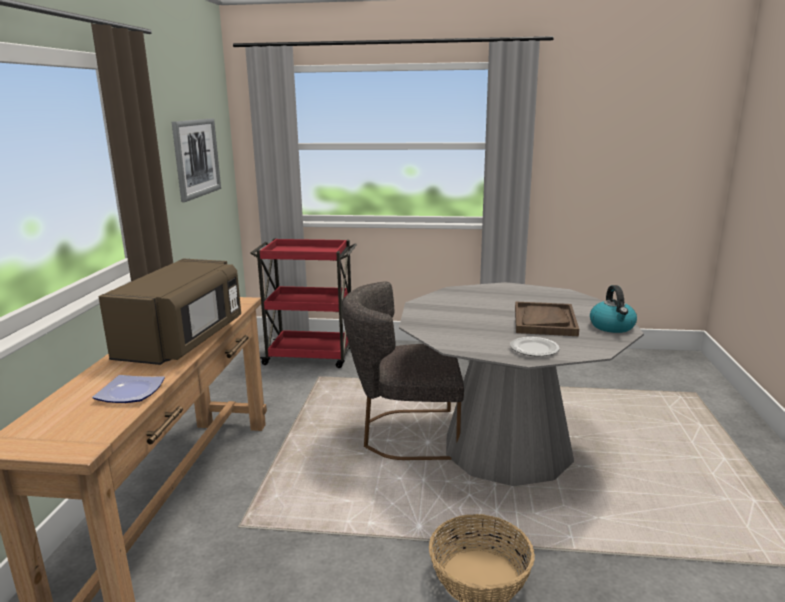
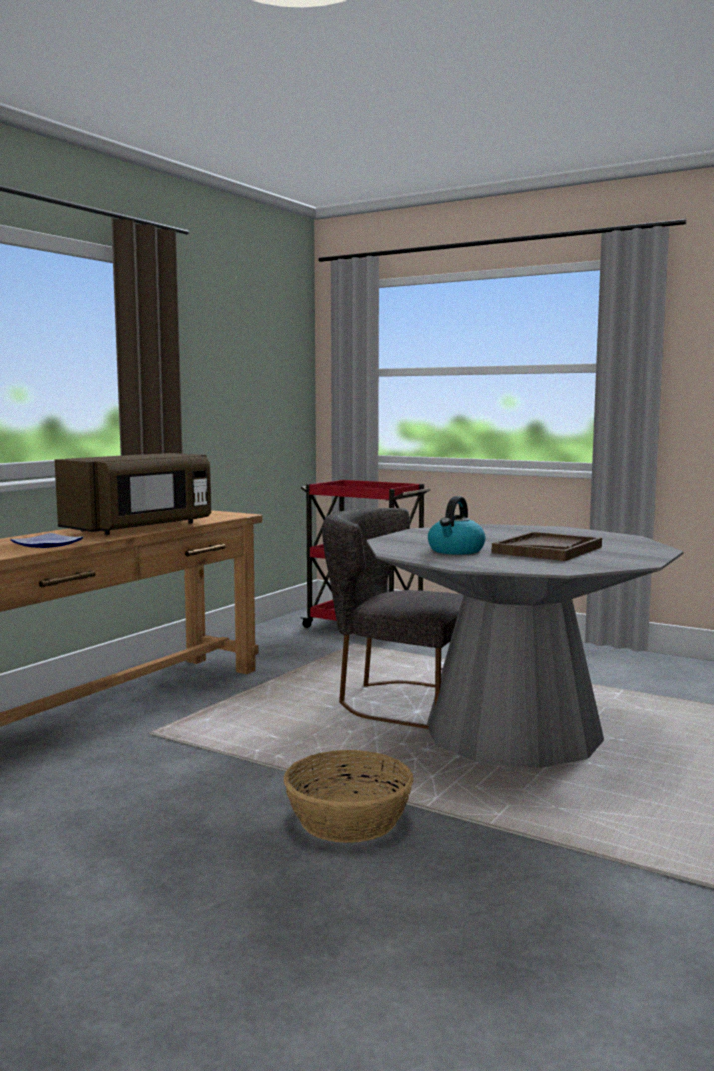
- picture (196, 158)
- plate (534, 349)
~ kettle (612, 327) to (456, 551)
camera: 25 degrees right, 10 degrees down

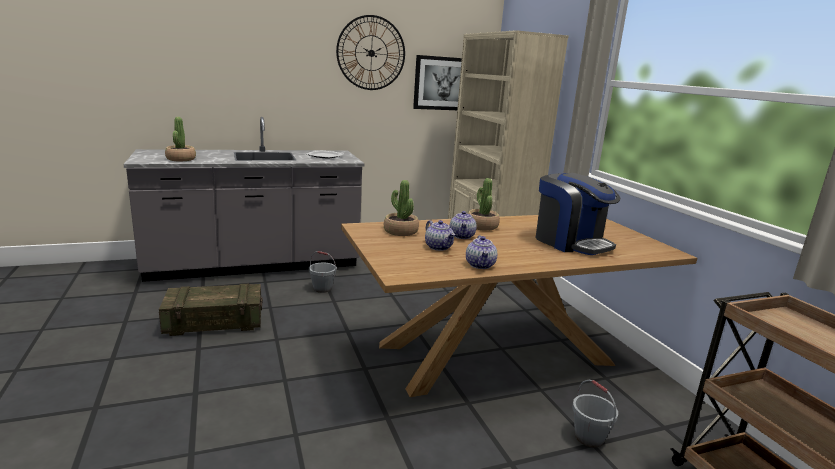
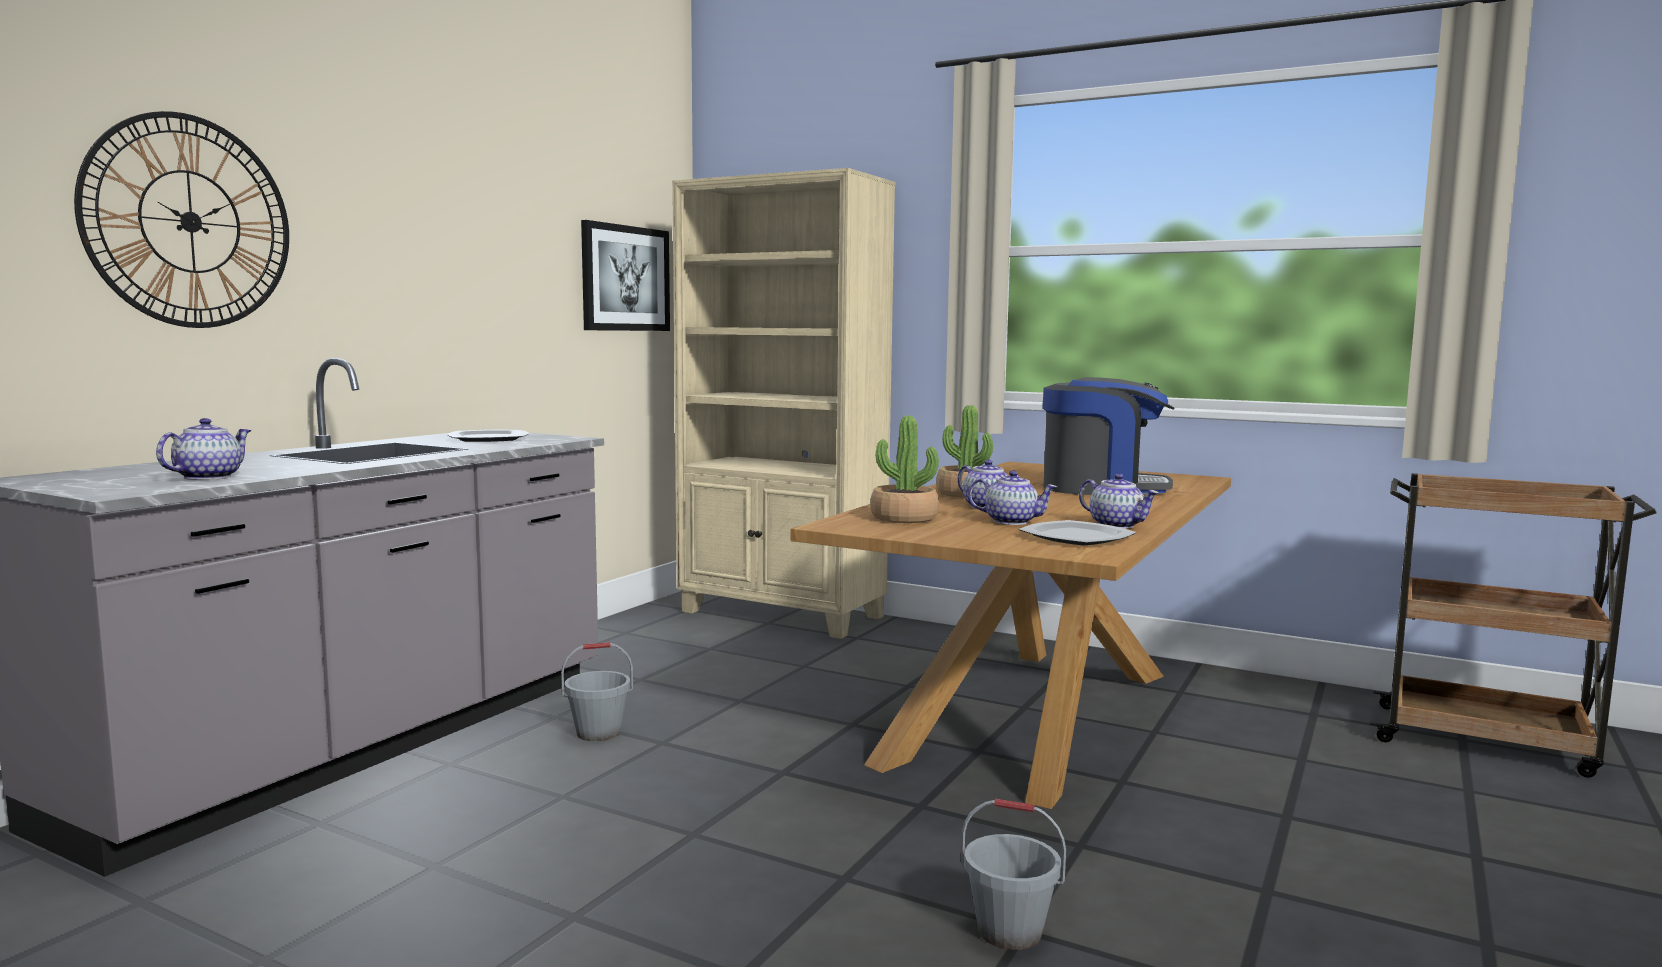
- crate (214, 323)
~ potted plant (181, 159) to teapot (208, 477)
~ wall clock (371, 53) to (190, 222)
~ grey bucket (588, 437) to (1009, 932)
+ plate (1078, 537)
camera: 40 degrees left, 10 degrees down

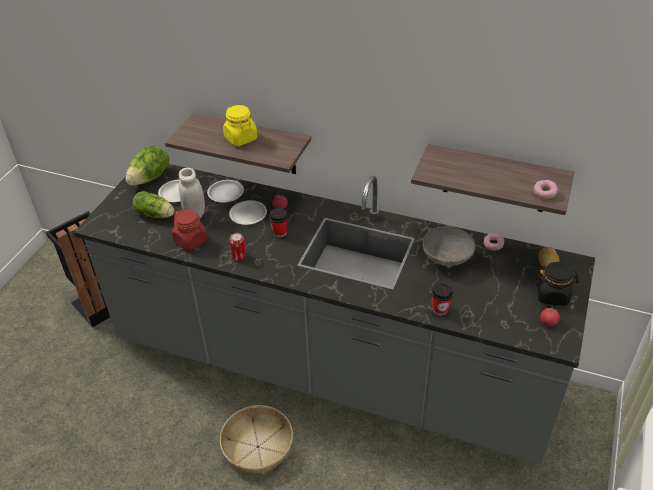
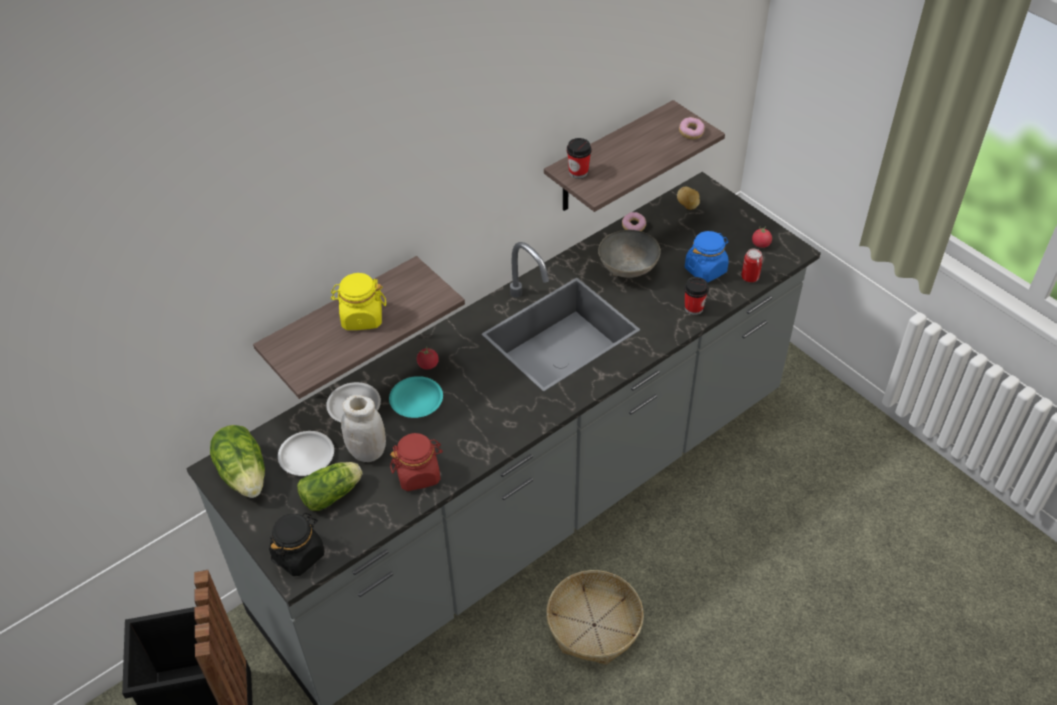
~ white plate (248, 215) to turquoise plate (416, 400)
~ can (239, 256) to (750, 277)
~ cup (280, 232) to (578, 172)
~ black jar (552, 295) to (299, 555)
+ blue jar (705, 270)
camera: 60 degrees left, 5 degrees up

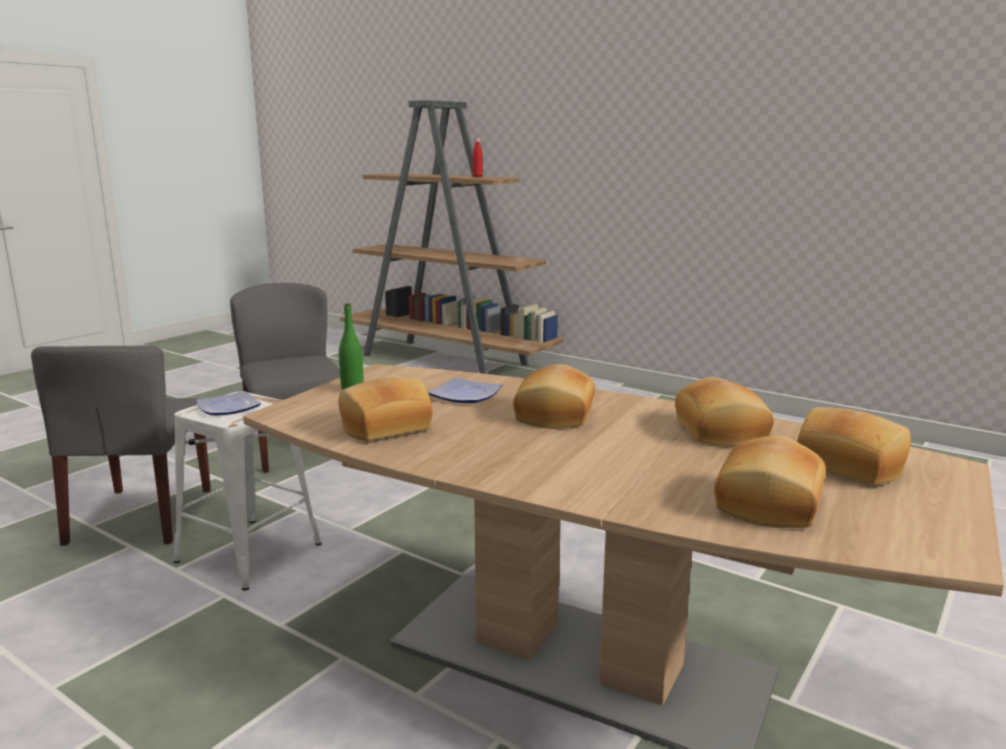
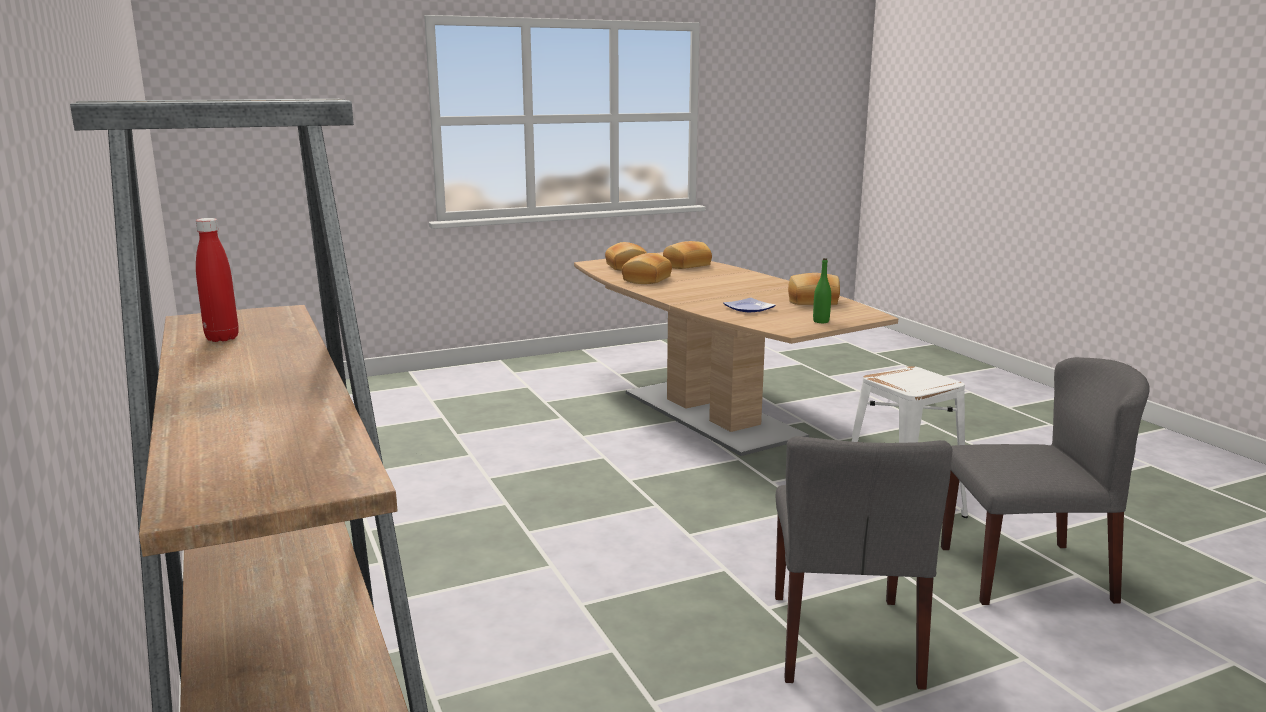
~ grey chair (141, 516) = (1026, 573) 60 degrees clockwise
- plate (230, 408)
- bread (556, 415)
camera: 150 degrees left, 0 degrees up

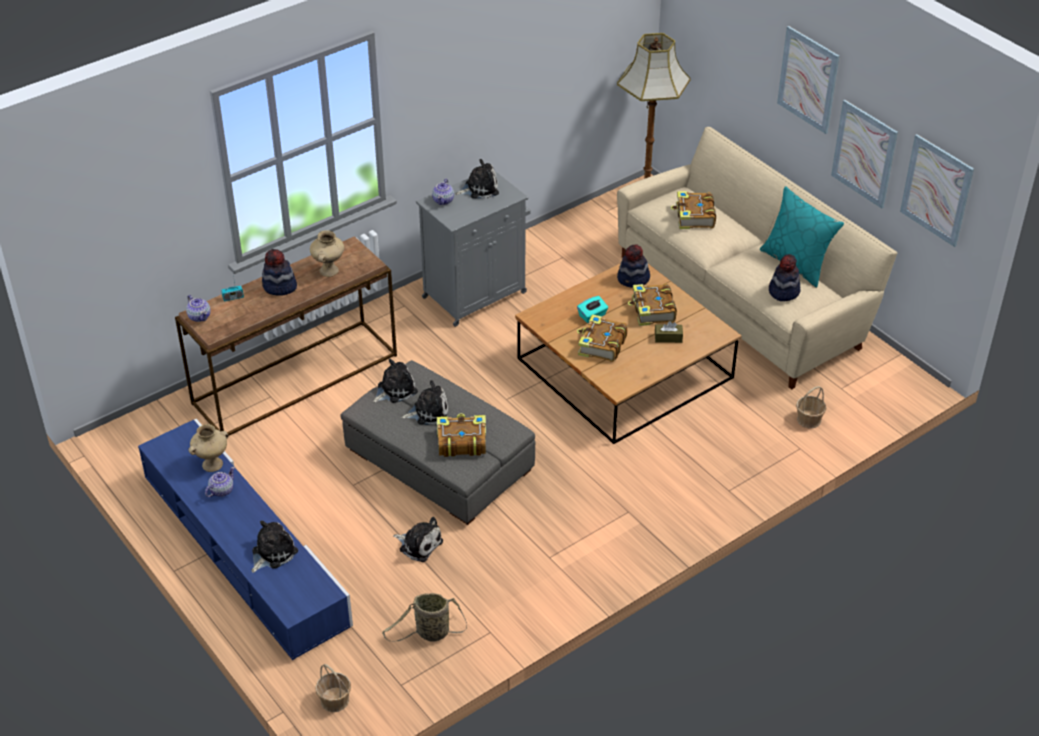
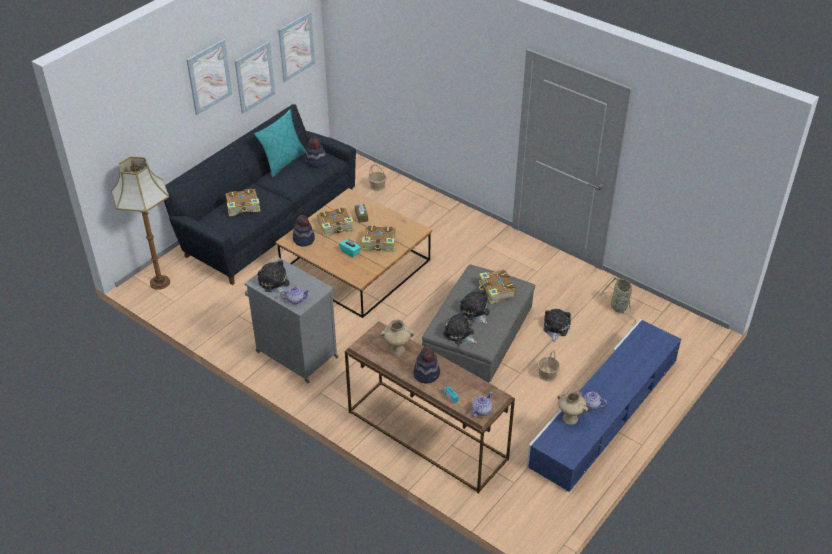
- plush toy (272, 553)
~ basket (335, 700) to (547, 374)
~ beige sofa (743, 299) to black sofa (267, 223)
camera: 105 degrees left, 0 degrees up

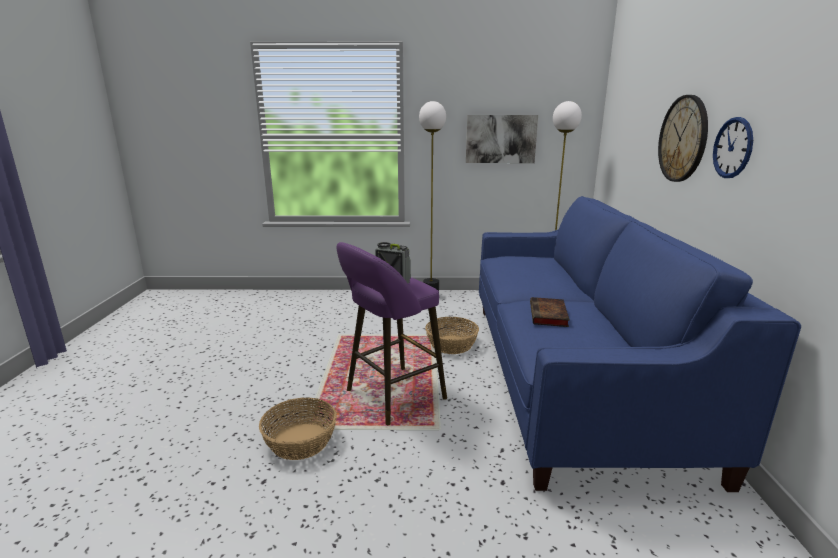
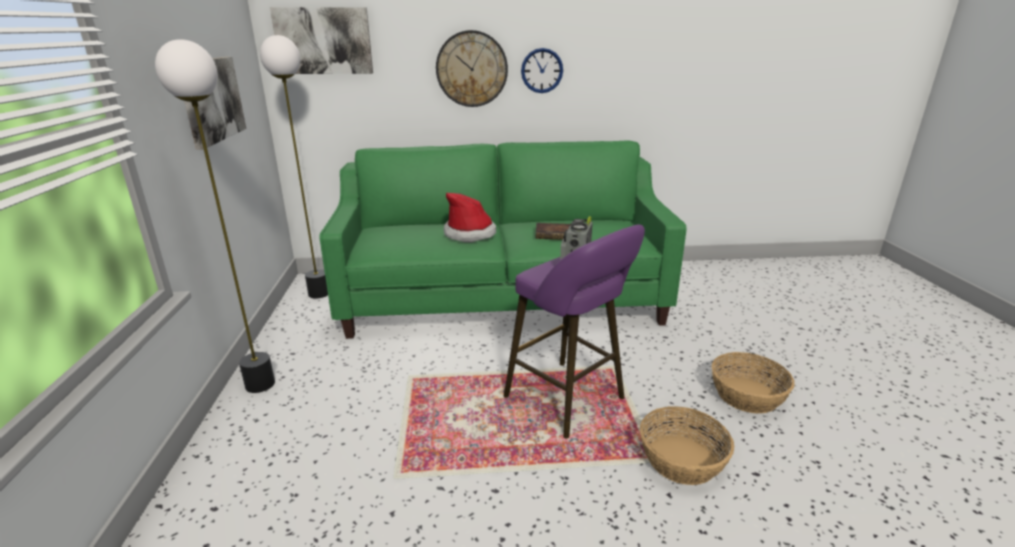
~ basket (452, 345) to (747, 395)
~ blue sofa (570, 374) to green sofa (501, 298)
+ picture (323, 41)
+ hat (470, 233)
camera: 95 degrees left, 5 degrees up

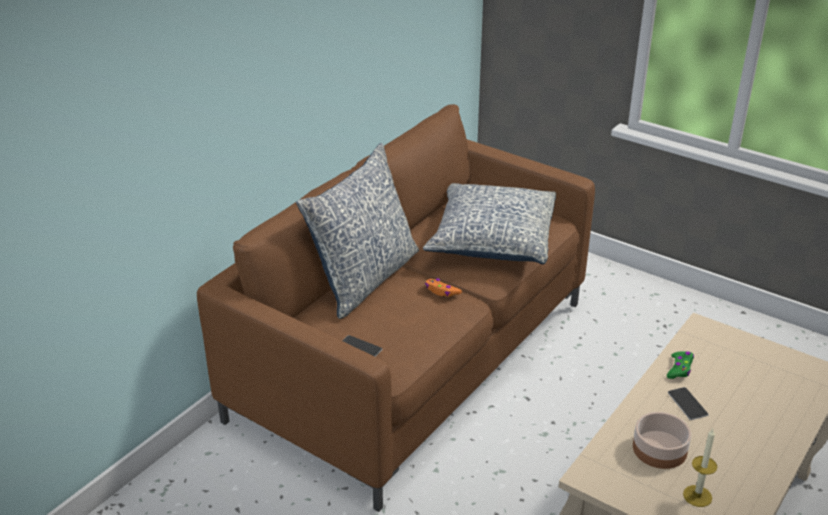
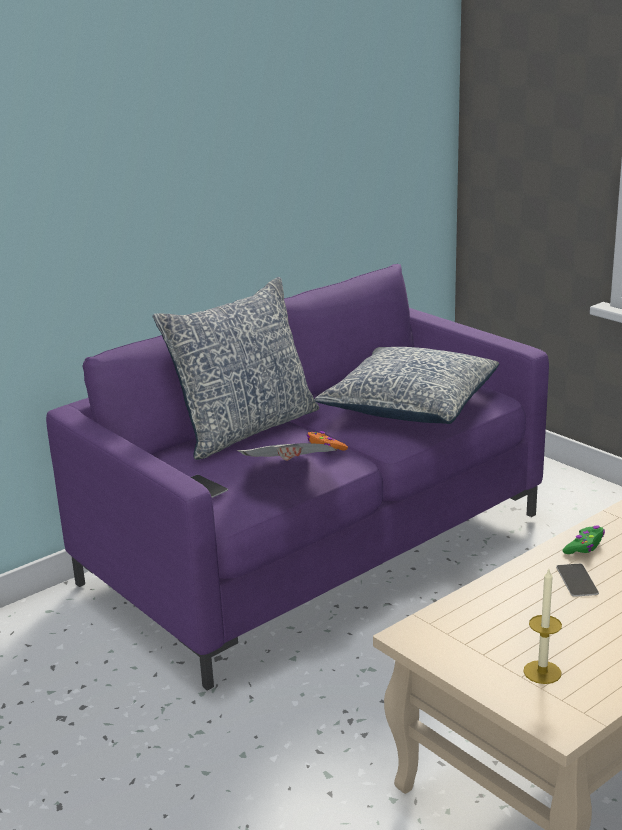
~ brown sofa (412, 362) to purple sofa (314, 552)
- bowl (660, 450)
+ newspaper (288, 475)
camera: 15 degrees right, 10 degrees down

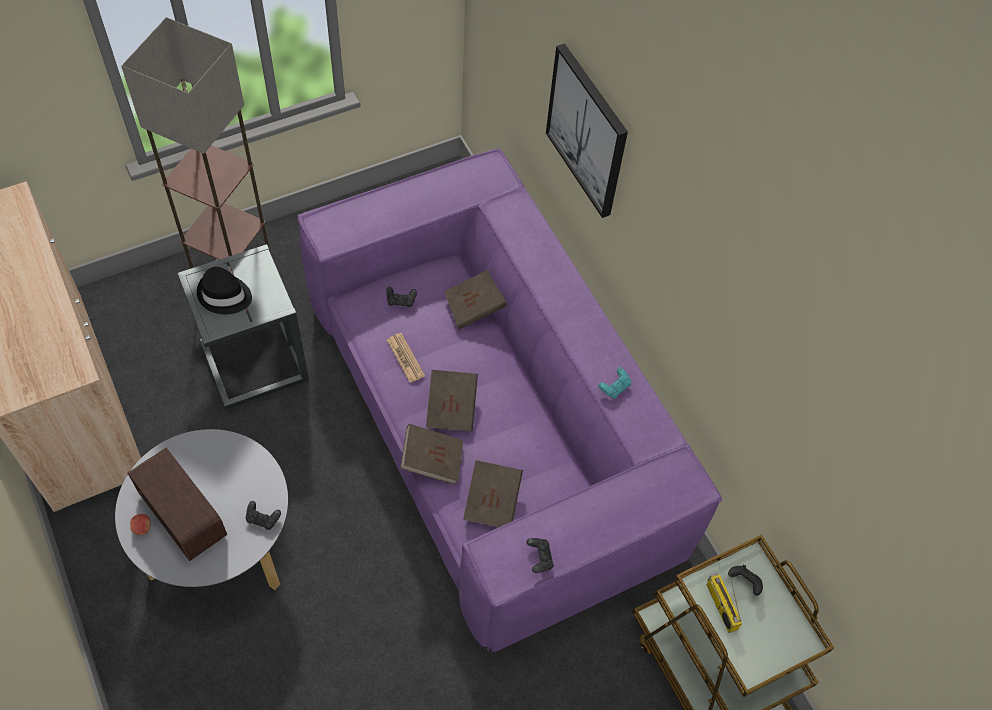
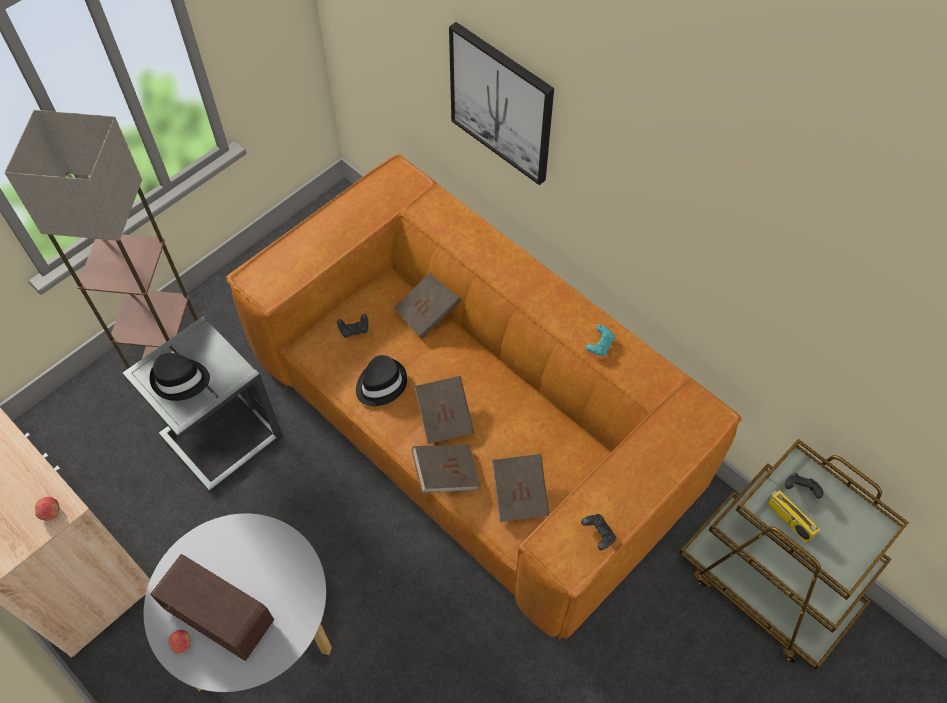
- black game controller (263, 519)
~ purple sofa (490, 424) to brown sofa (473, 421)
~ newspaper (405, 358) to black hat (380, 383)
+ apple (51, 512)
camera: 15 degrees left, 0 degrees up

